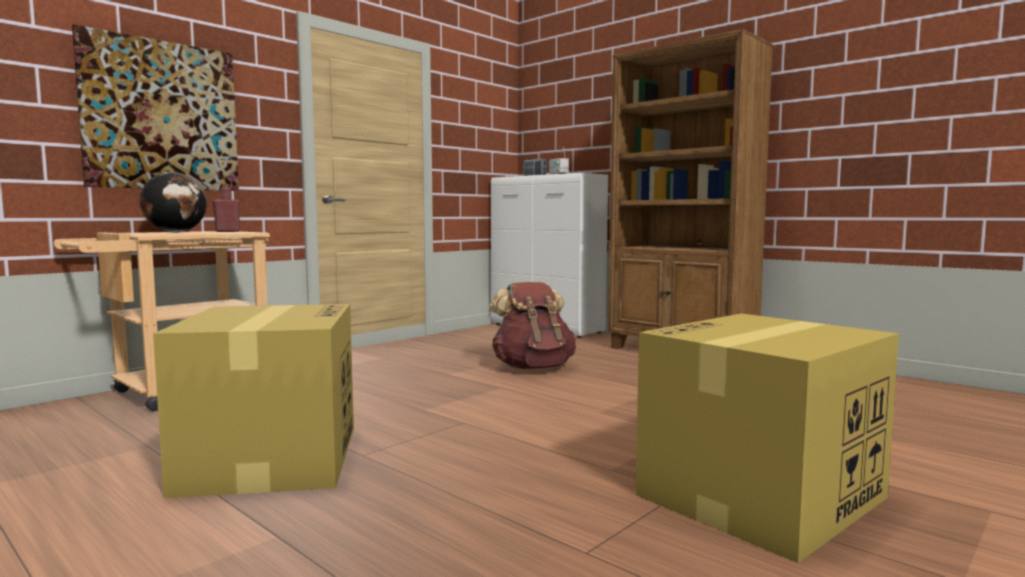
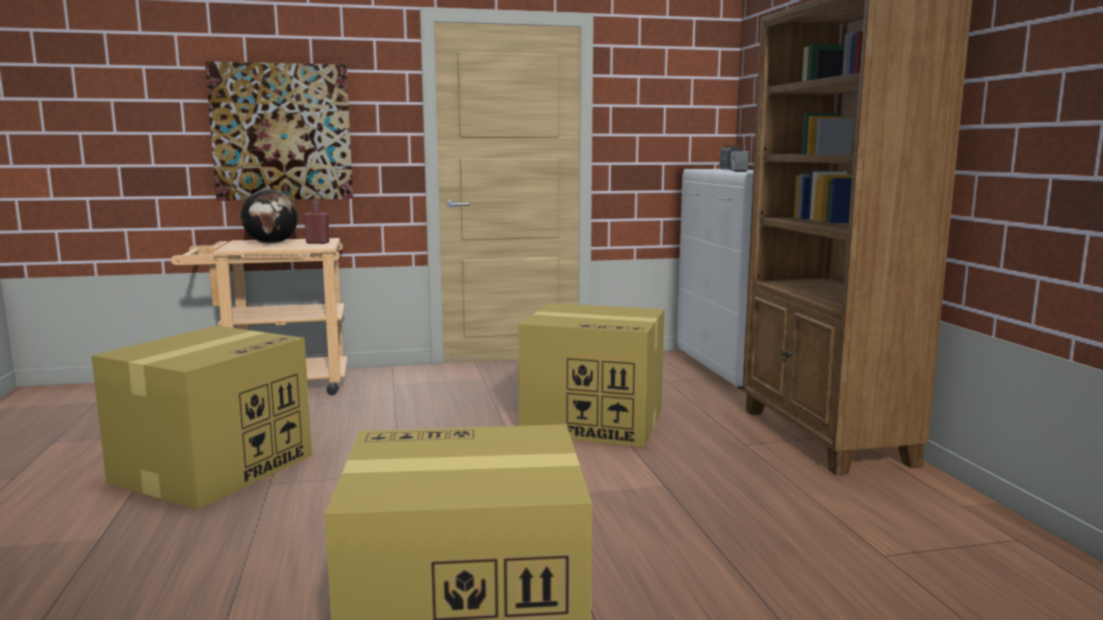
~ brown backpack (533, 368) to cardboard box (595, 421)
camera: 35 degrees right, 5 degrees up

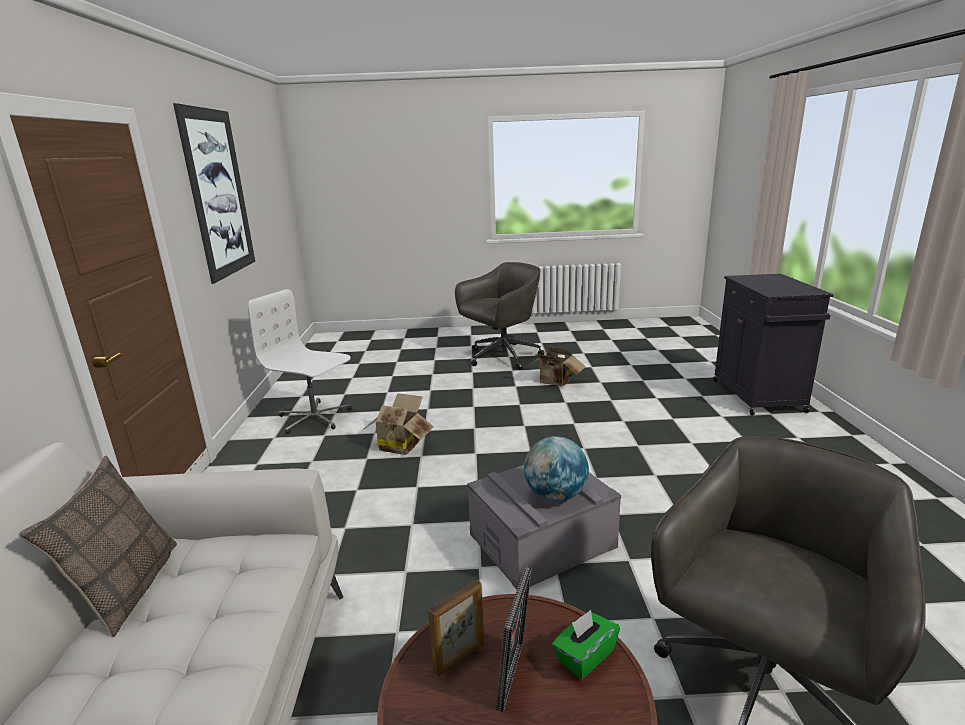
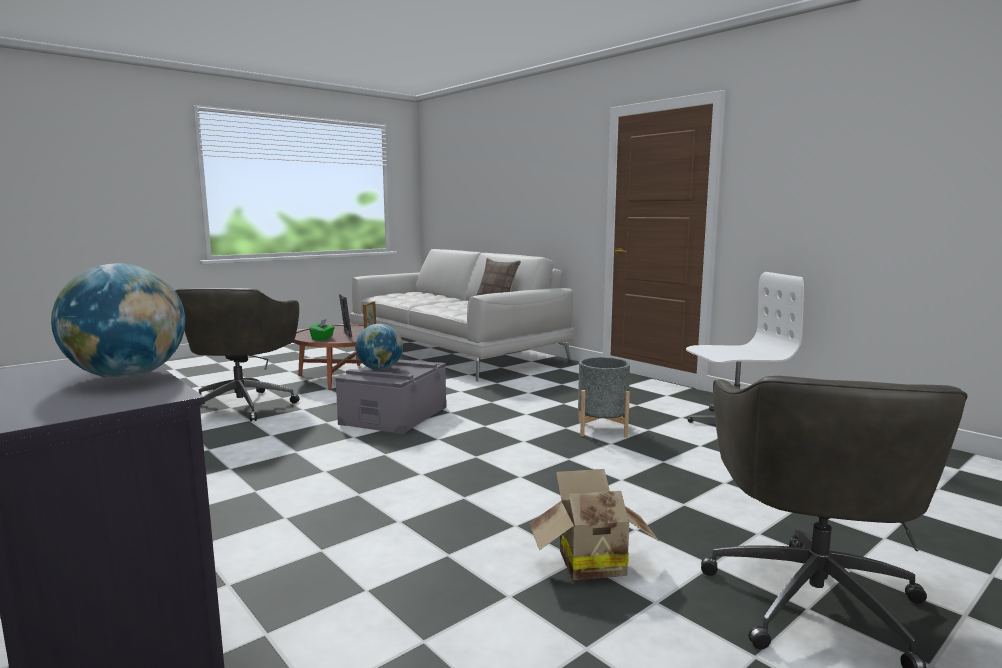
- picture (219, 193)
~ cardboard box (400, 444) to grey planter (602, 429)
+ globe (127, 376)
camera: 140 degrees right, 10 degrees down

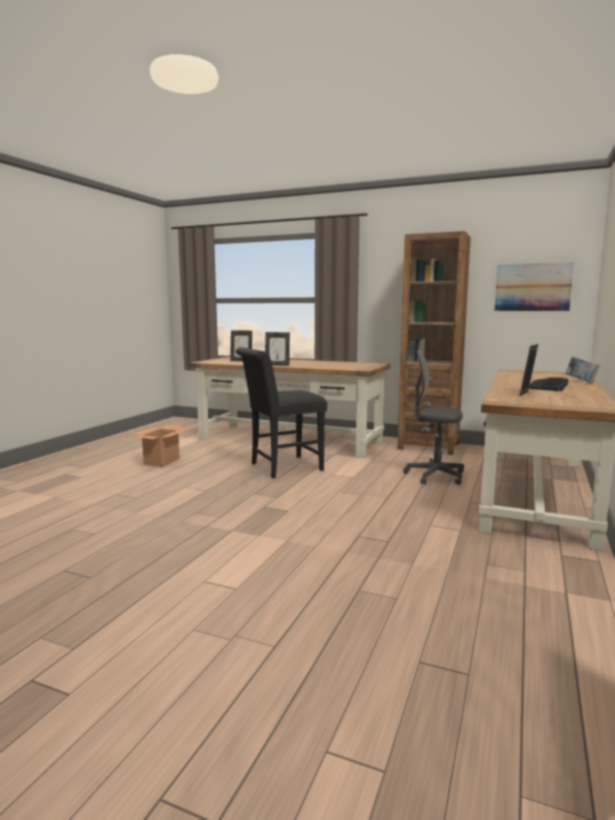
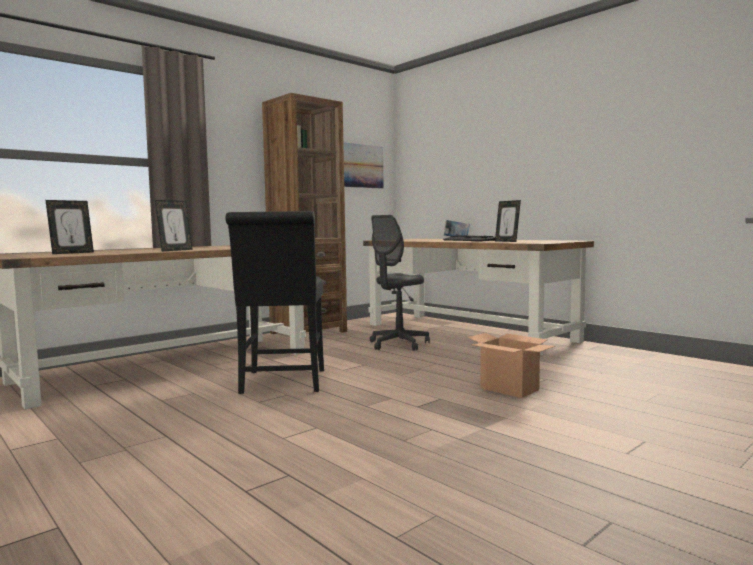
~ cardboard box (161, 462) to (510, 389)
camera: 65 degrees left, 5 degrees down

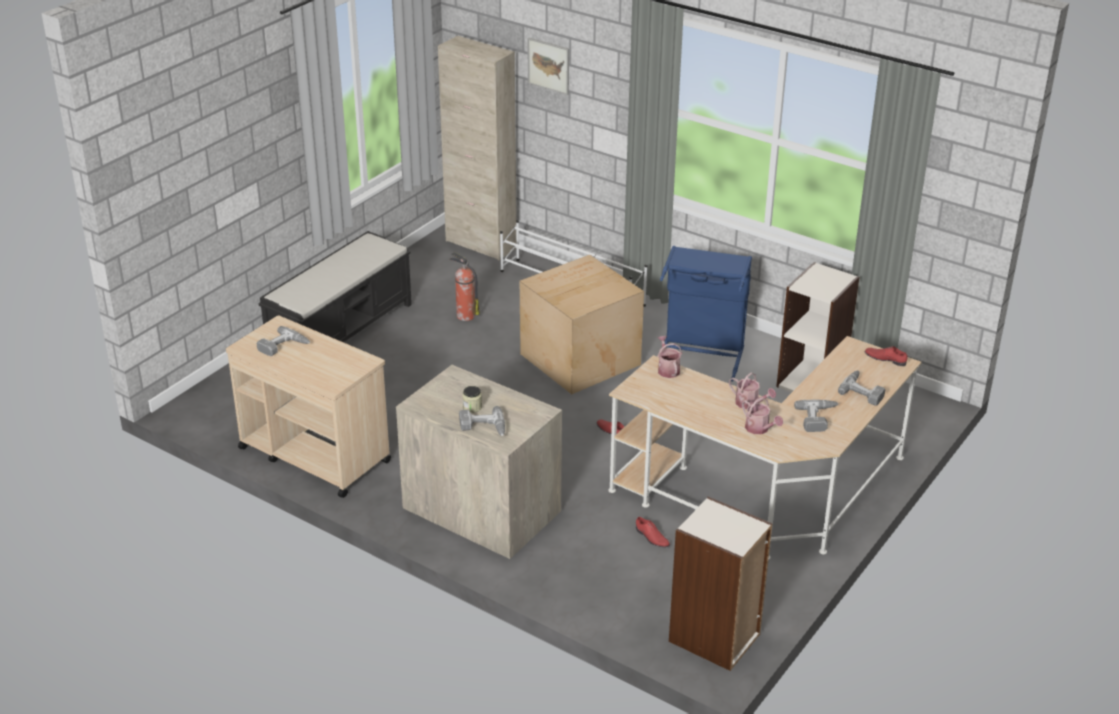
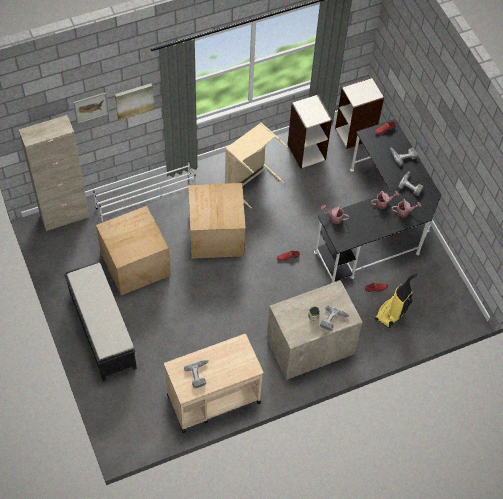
~ fire extinguisher (465, 315) to cardboard box (134, 263)
~ beige desk (768, 496) to black desk (377, 225)
~ blue laundry basket (701, 353) to beige laundry basket (250, 180)
~ bookcase (715, 638) to (355, 133)
+ picture (134, 100)
+ vacuum cleaner (391, 313)
camera: 60 degrees left, 25 degrees up

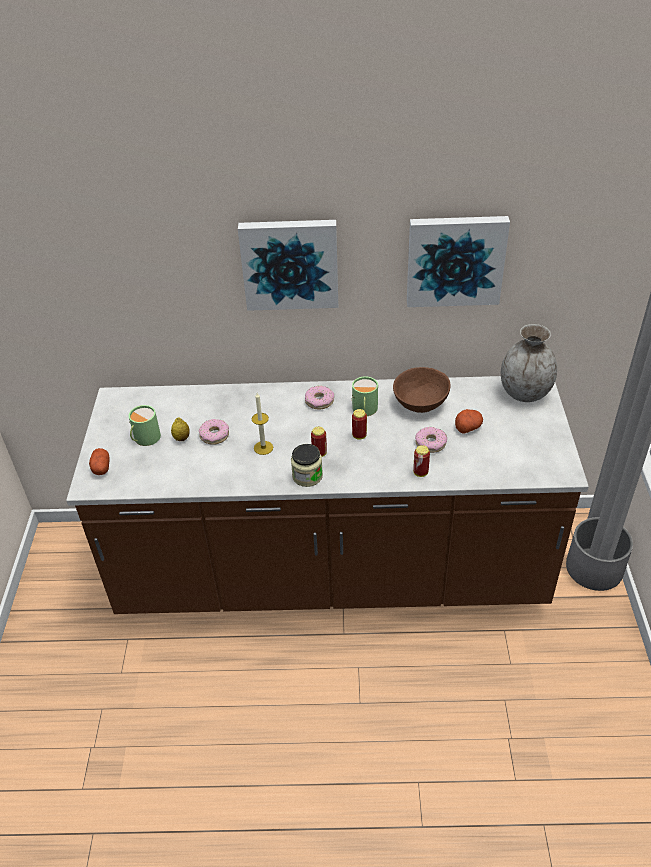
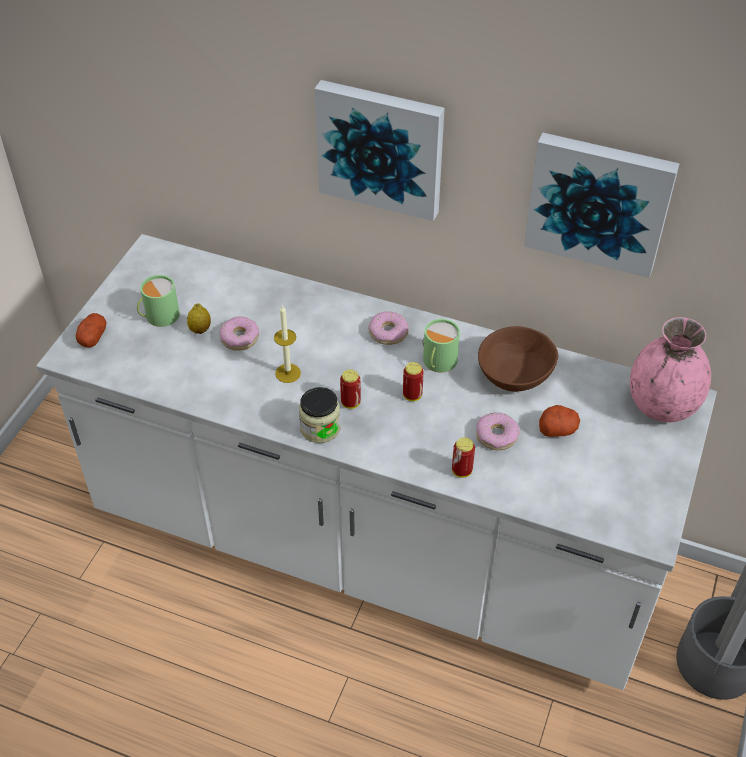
~ brown counter (331, 572) to white counter (372, 545)
~ grey vase (525, 393) to pink vase (662, 406)
camera: 20 degrees right, 5 degrees up

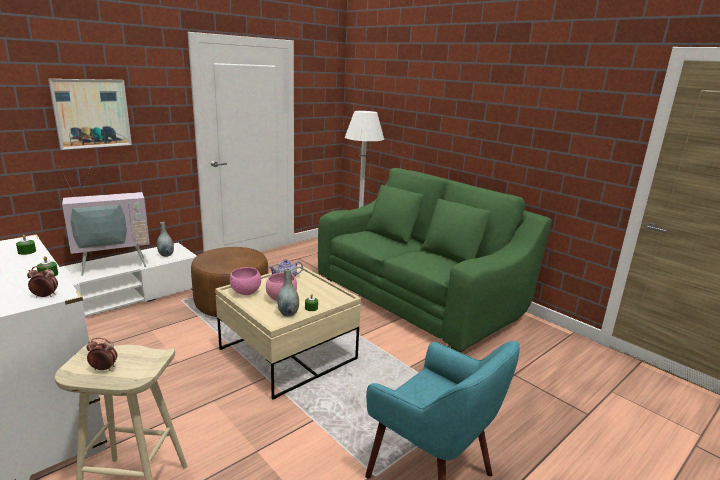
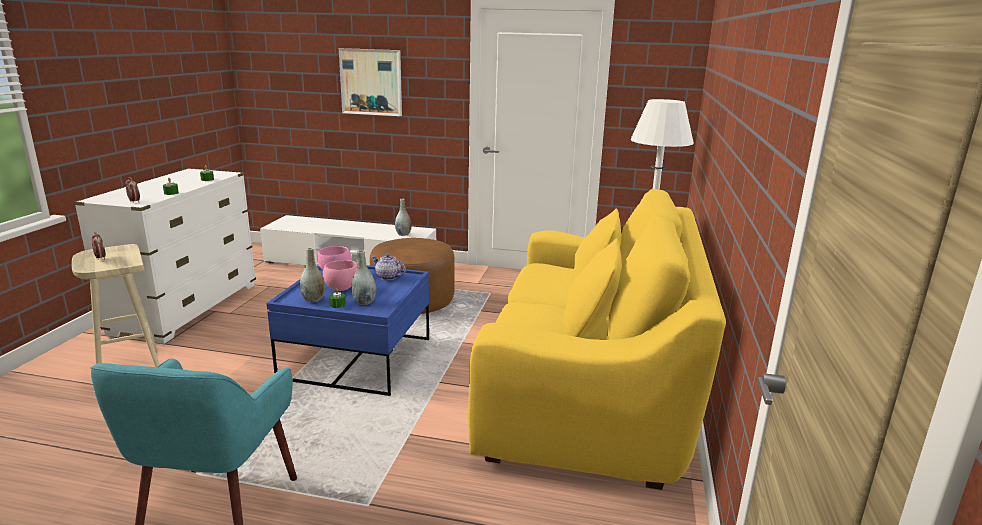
- television (114, 264)
~ beige coffee table (288, 354) to blue coffee table (357, 359)
~ green sofa (418, 297) to yellow sofa (589, 388)
+ grey vase (364, 302)
camera: 55 degrees right, 0 degrees up

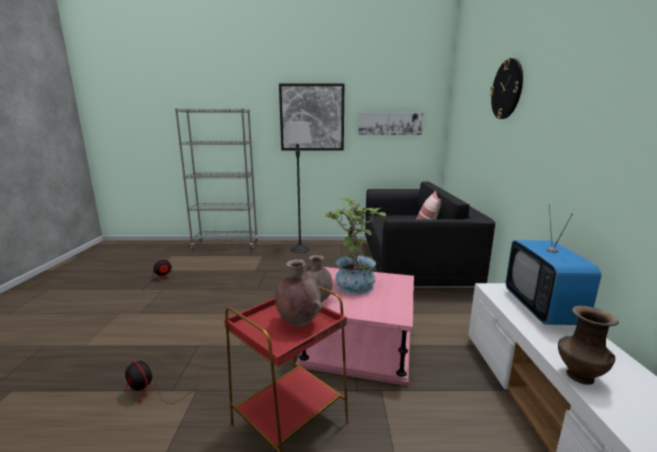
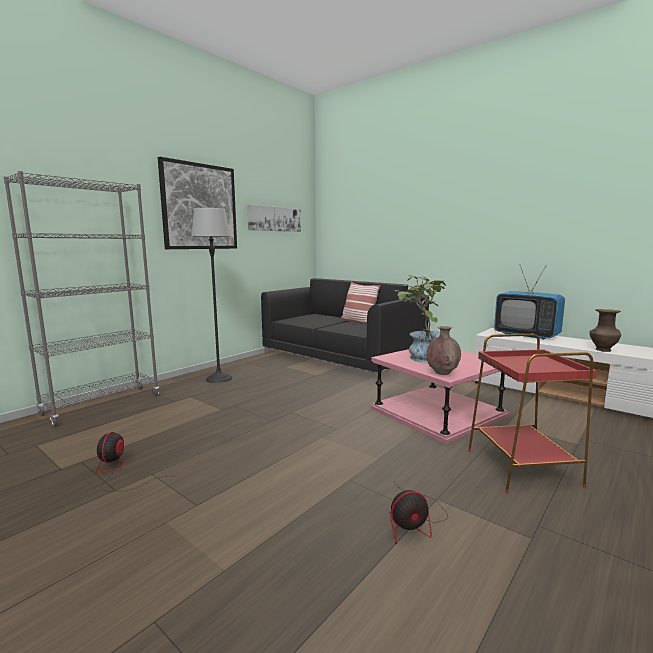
- brown vase (298, 323)
- wall clock (507, 89)
camera: 50 degrees left, 5 degrees down

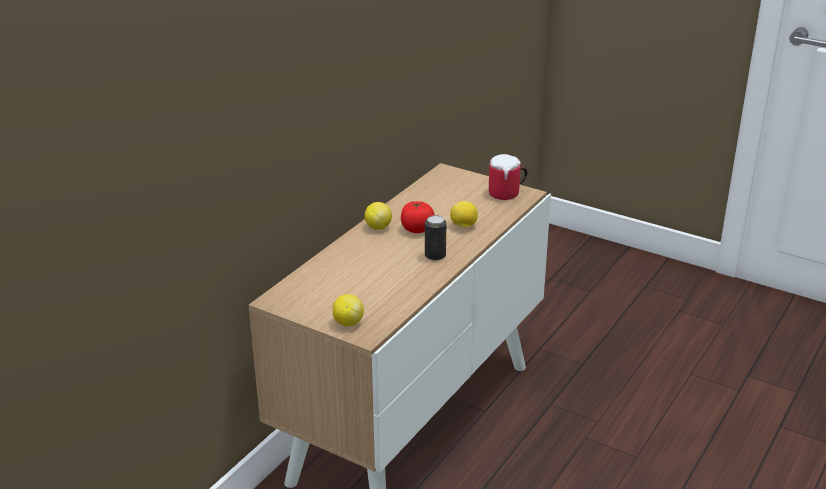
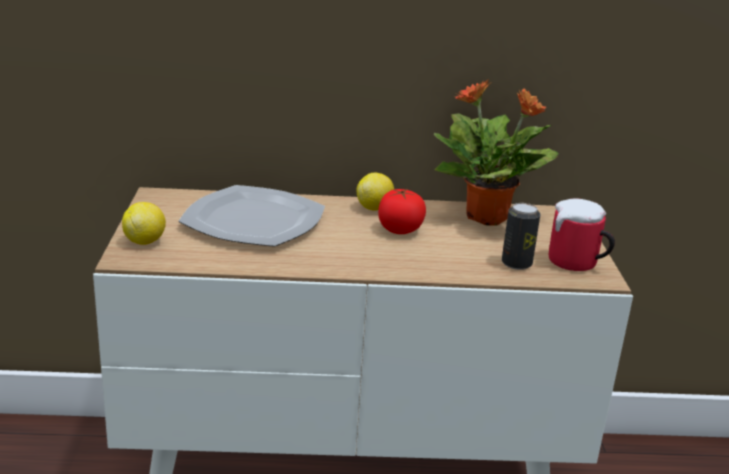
~ can (435, 256) to (516, 263)
- lemon (463, 226)
+ plate (254, 222)
+ potted plant (488, 218)
camera: 55 degrees right, 5 degrees down

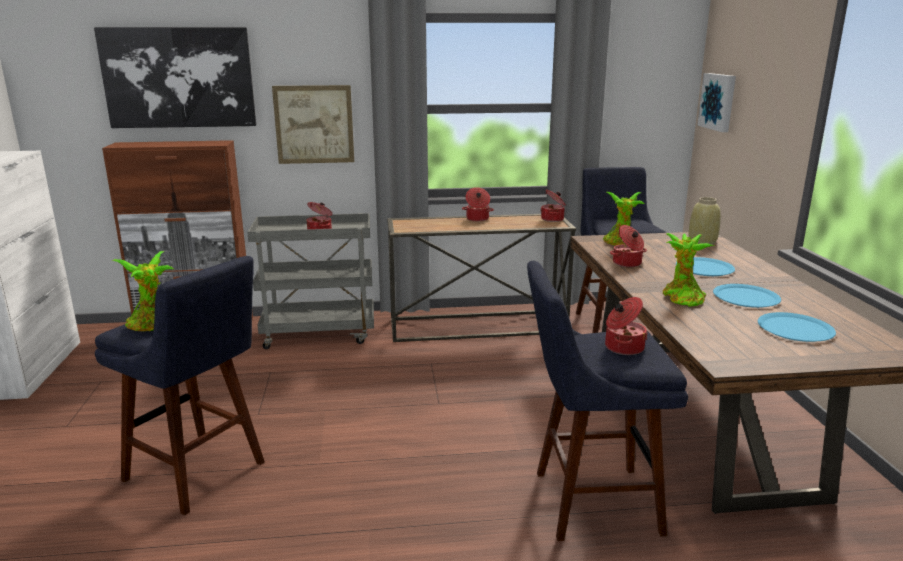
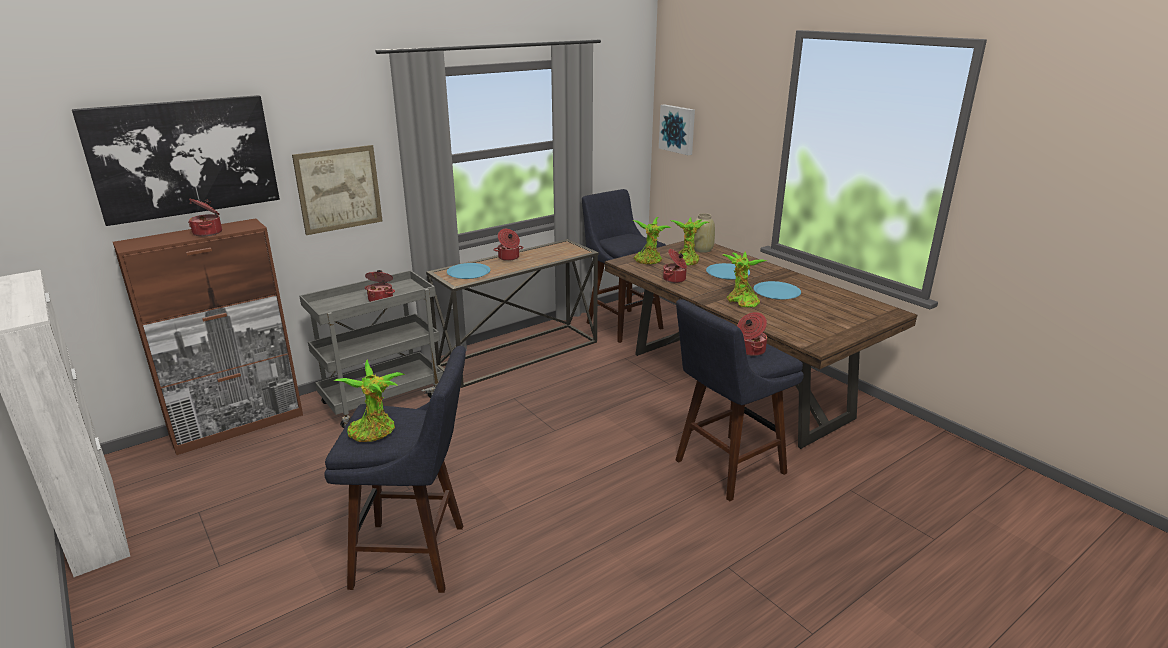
~ cooking pot (553, 219) to (208, 232)
~ blue plate (795, 329) to (468, 272)
+ potted plant (686, 261)
camera: 30 degrees left, 5 degrees up

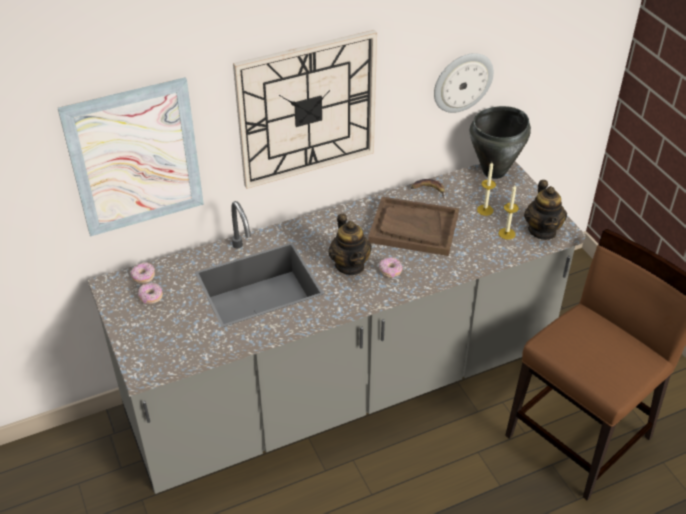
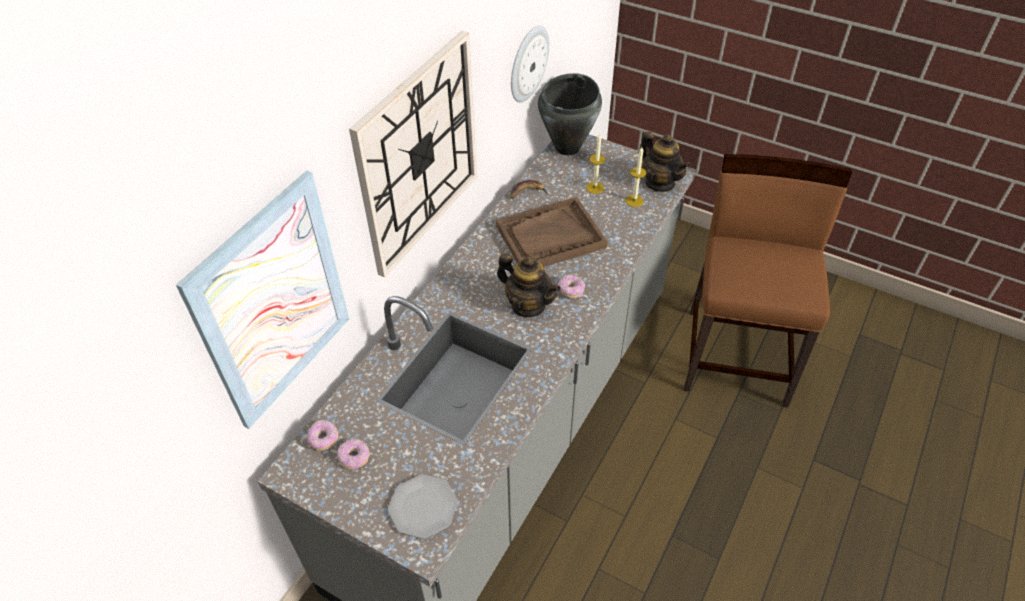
+ plate (424, 507)
camera: 35 degrees left, 5 degrees up

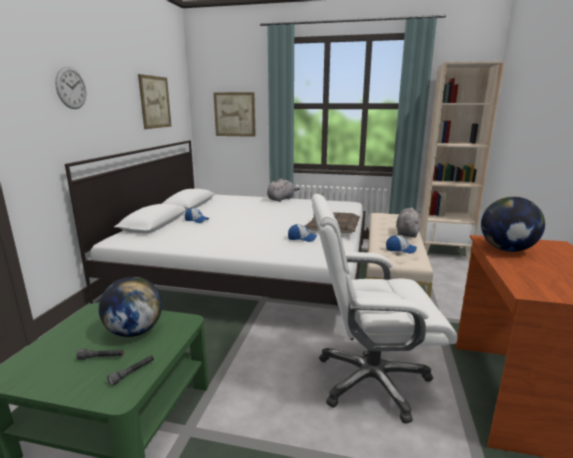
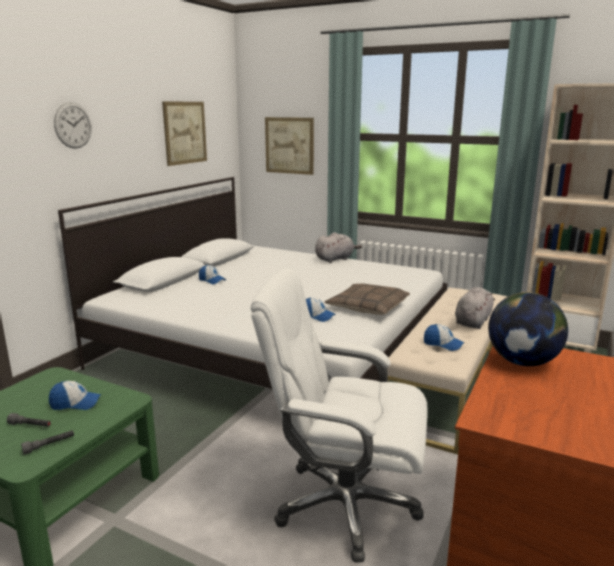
~ globe (134, 331) to cap (75, 403)
camera: 15 degrees right, 0 degrees up

